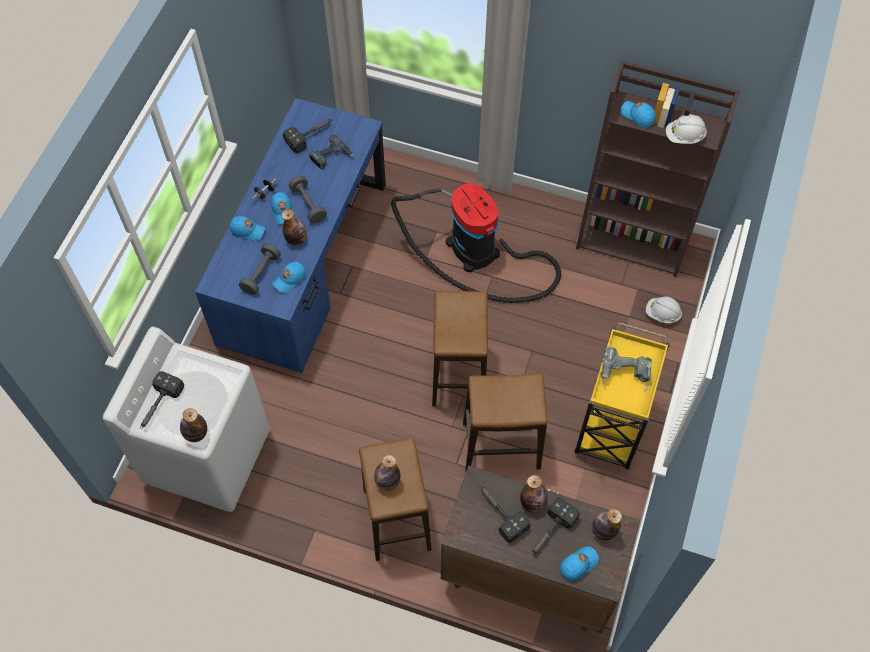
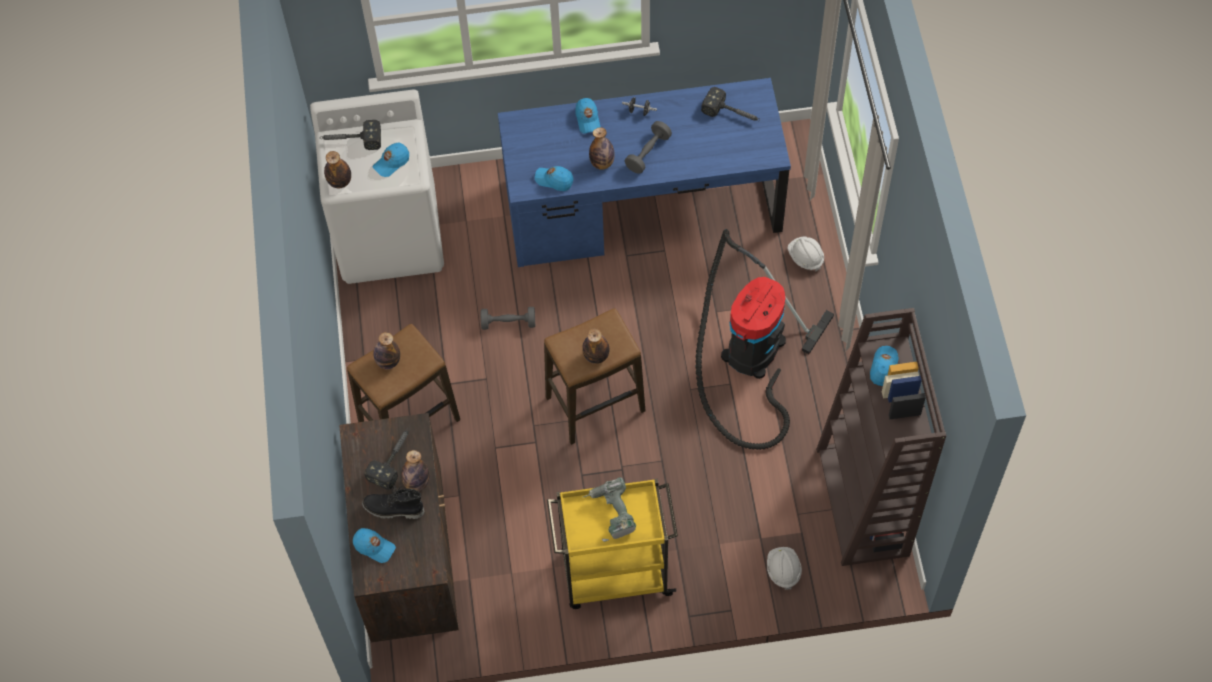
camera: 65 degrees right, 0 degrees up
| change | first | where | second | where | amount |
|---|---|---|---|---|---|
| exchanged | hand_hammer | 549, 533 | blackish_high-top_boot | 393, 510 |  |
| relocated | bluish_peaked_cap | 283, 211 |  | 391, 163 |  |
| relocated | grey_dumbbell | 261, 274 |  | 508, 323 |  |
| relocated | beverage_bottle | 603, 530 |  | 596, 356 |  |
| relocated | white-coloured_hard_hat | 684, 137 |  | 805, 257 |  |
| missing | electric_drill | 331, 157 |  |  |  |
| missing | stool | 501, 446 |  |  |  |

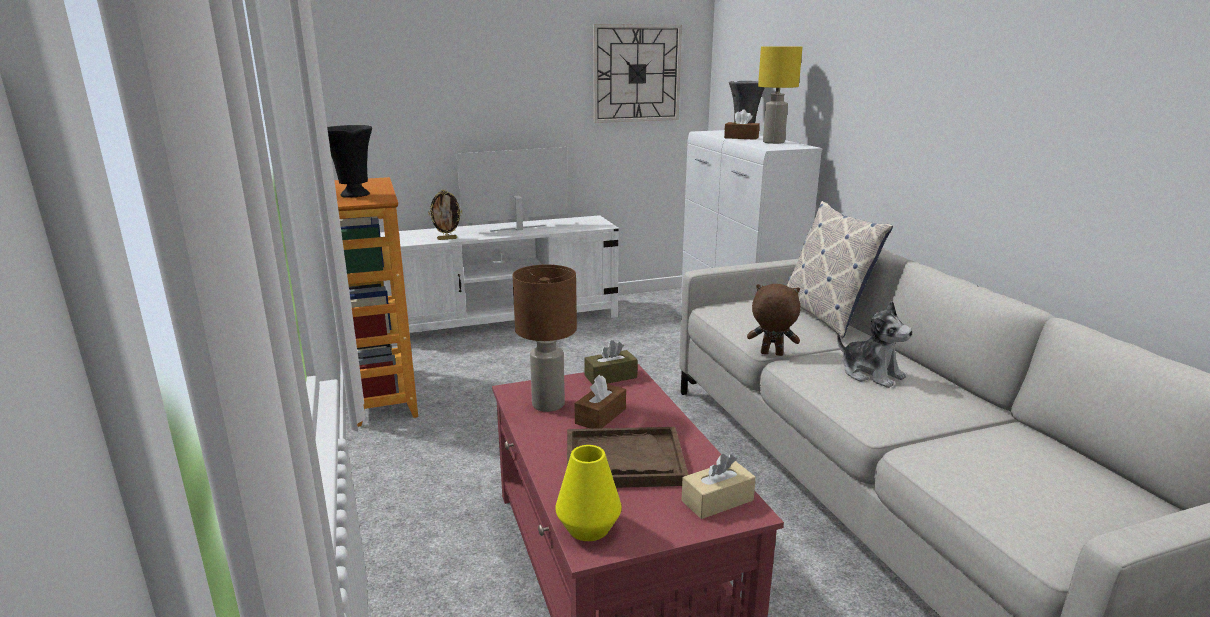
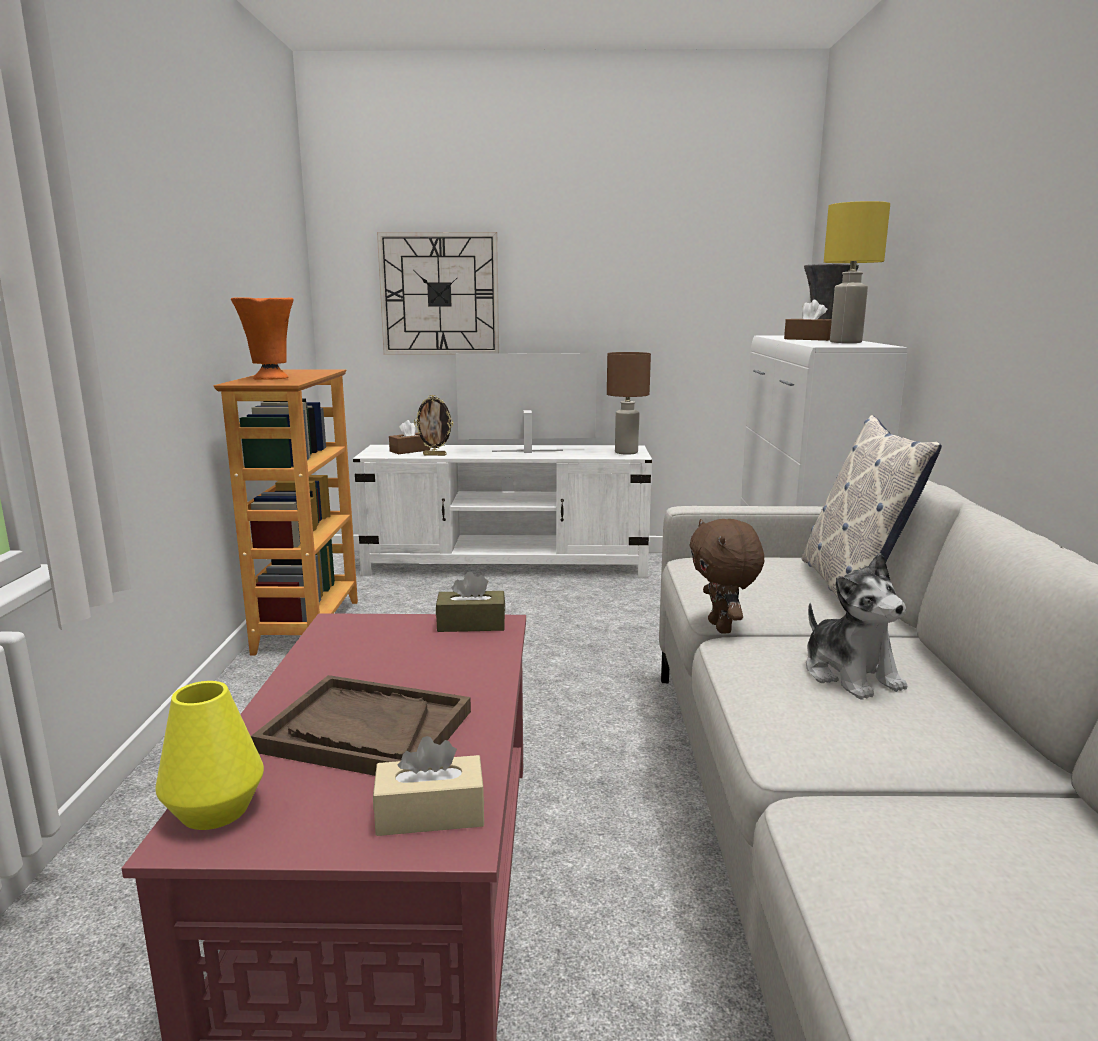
camera: 20 degrees right, 5 degrees down
| change | first | where | second | where | amount |
|---|---|---|---|---|---|
| colour | blackish_decorative_vase | 354, 195 | orangey_decorative_vase | 269, 379 |  |
| relocated | wall_clock | 636, 73 |  | 439, 294 |  |
| relocated | brownish_tissue_box | 600, 416 |  | 410, 451 |  |
| relocated | brownish_tabletop_lamp | 548, 404 |  | 626, 452 |  |
| spun | brownish_plush_toy | 771, 354 |  | 722, 627 | 135 degrees counterclockwise |

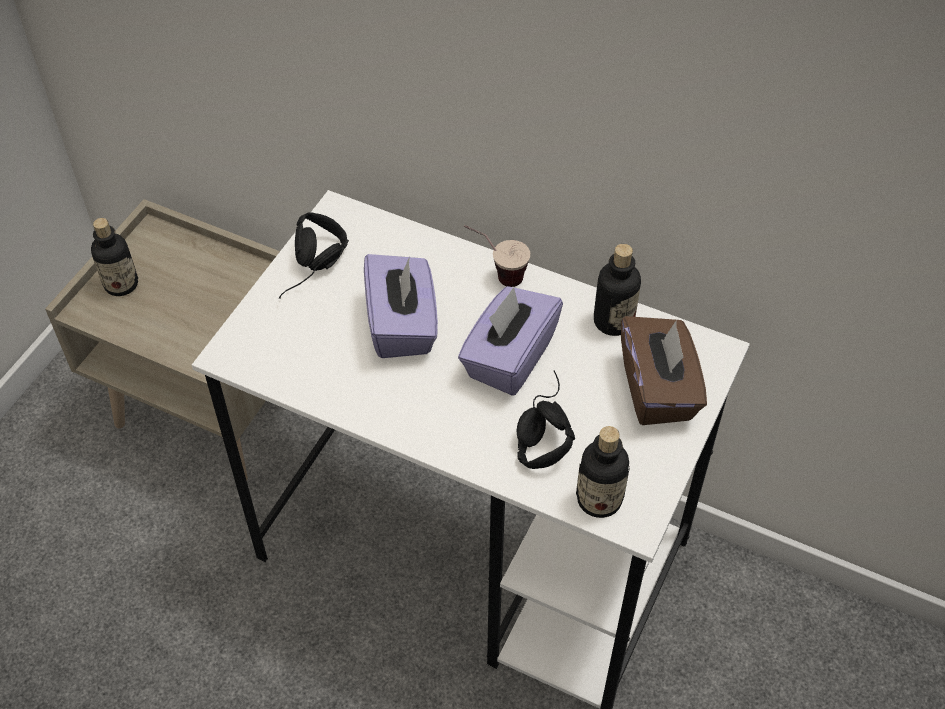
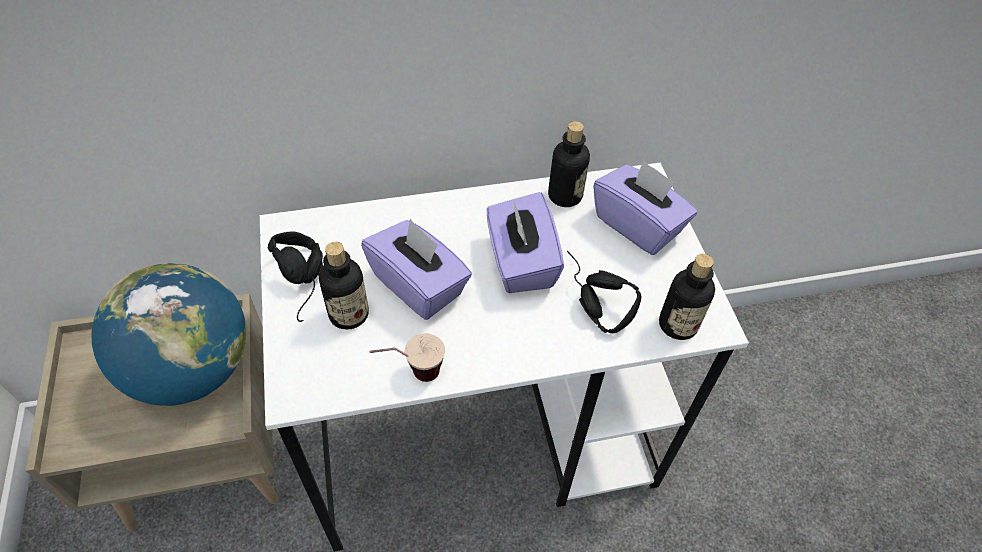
camera: 40 degrees left, 0 degrees up
| change | first | where | second | where | amount |
|---|---|---|---|---|---|
| appeared |  |  | globe | 192, 370 |  |
| relocated | beverage_bottle | 121, 284 |  | 349, 314 |  |
| relocated | cup | 496, 274 |  | 411, 375 |  |
| colour | brownish_tissue_box | 658, 390 | purple_tissue_box | 638, 225 |  |

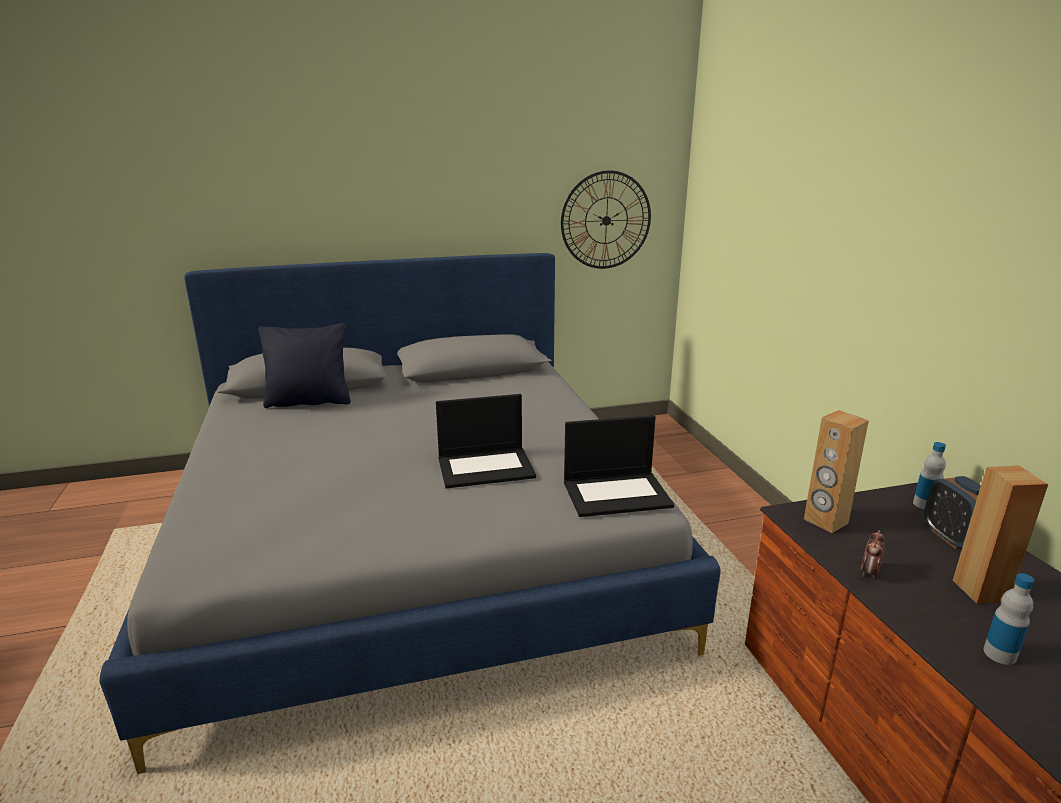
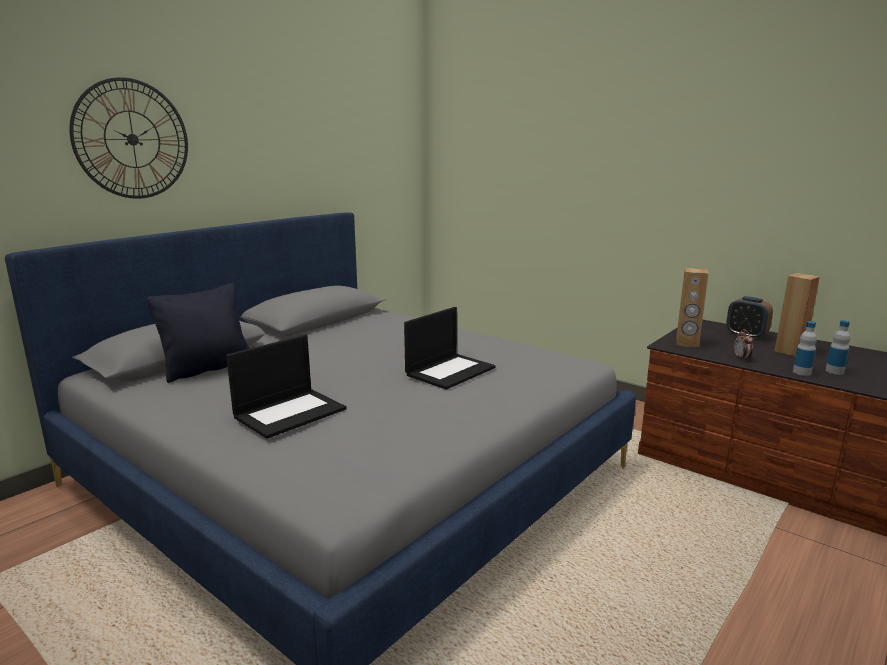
camera: 35 degrees left, 5 degrees down
| change | first | where | second | where | amount |
|---|---|---|---|---|---|
| relocated | wall_clock | 606, 220 |  | 132, 139 |  |
| relocated | laptop | 617, 493 |  | 290, 412 |  |
| relocated | beverage_bottle | 924, 504 |  | 801, 372 |  |

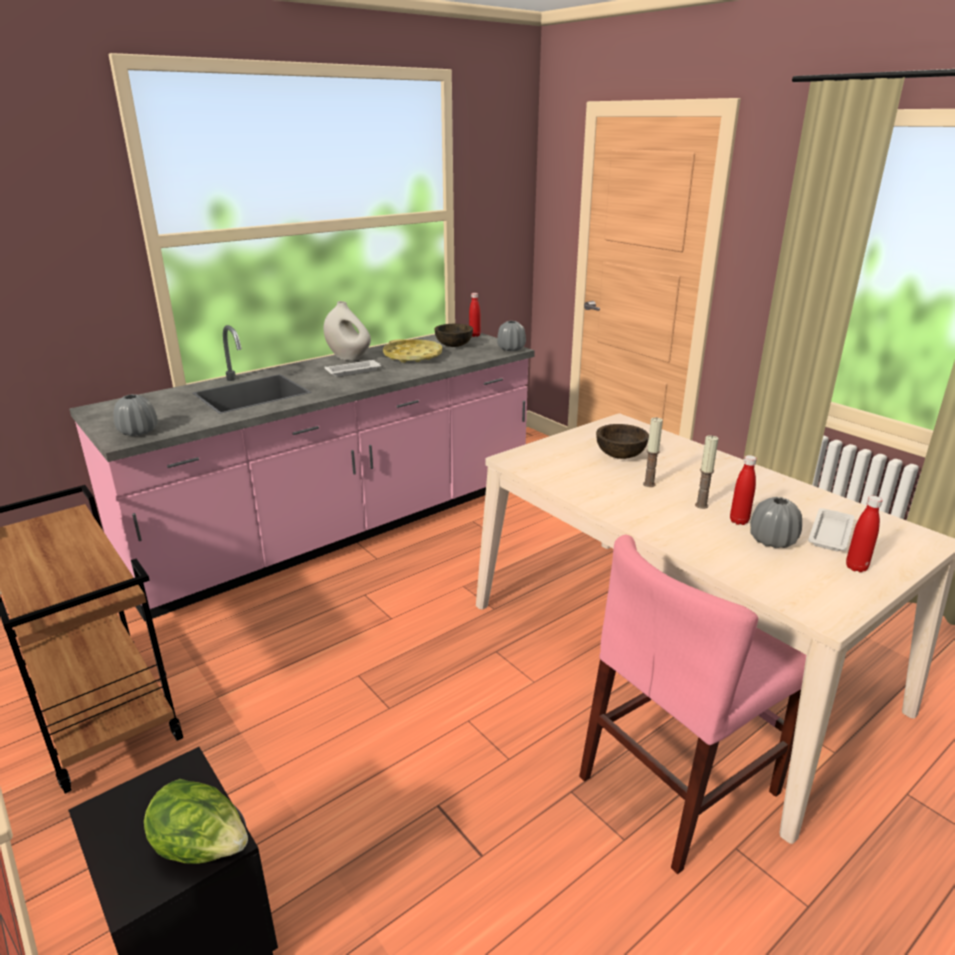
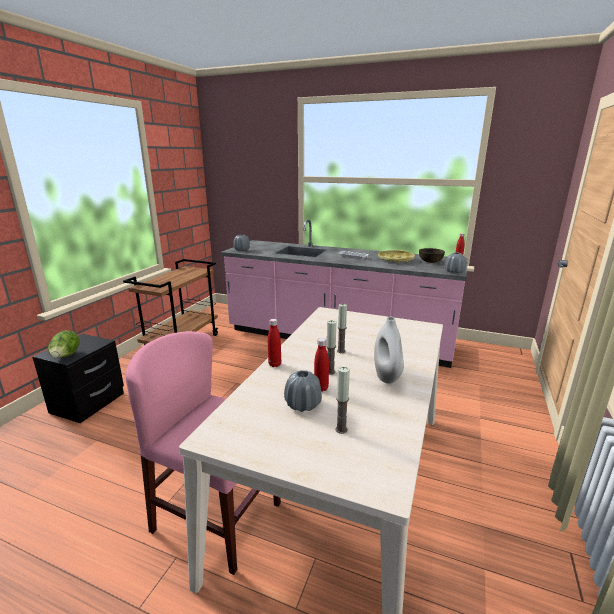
camera: 60 degrees right, 5 degrees down
| change | first | where | second | where | amount |
|---|---|---|---|---|---|
| relocated | red_beverage_bottle | 856, 567 |  | 274, 364 |  |
| exchanged | white-coloured_serving_tray | 830, 533 | candle | 341, 429 |  |
| relocated | white-coloured_decorative_vase | 348, 358 |  | 387, 376 |  |
| missing | brownish_deep_dish | 620, 455 |  |  |  |

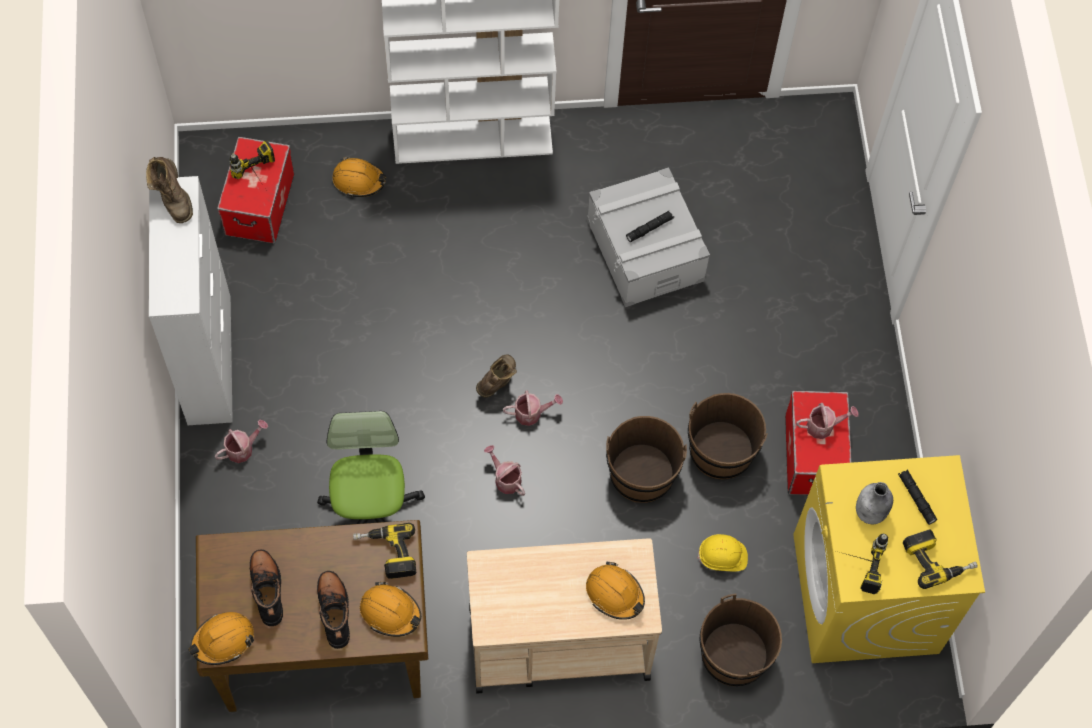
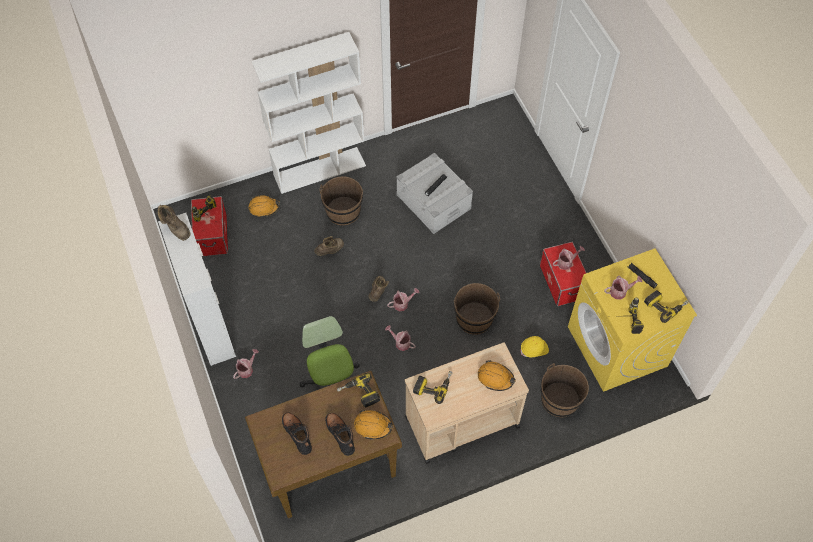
camera: 15 degrees left, 5 degrees down
| change | first | where | second | where | amount |
|---|---|---|---|---|---|
| appeared |  |  | brownish_high-top_boot | 330, 251 |  |
| relocated | brownish_pail | 721, 450 |  | 343, 211 |  |
| appeared |  |  | electric_drill | 433, 385 |  |
| exchanged | grey_beverage_bottle | 870, 513 | sprinkling_can | 620, 291 |  |
| missing | orangey_hard_hat | 223, 640 |  |  |  |

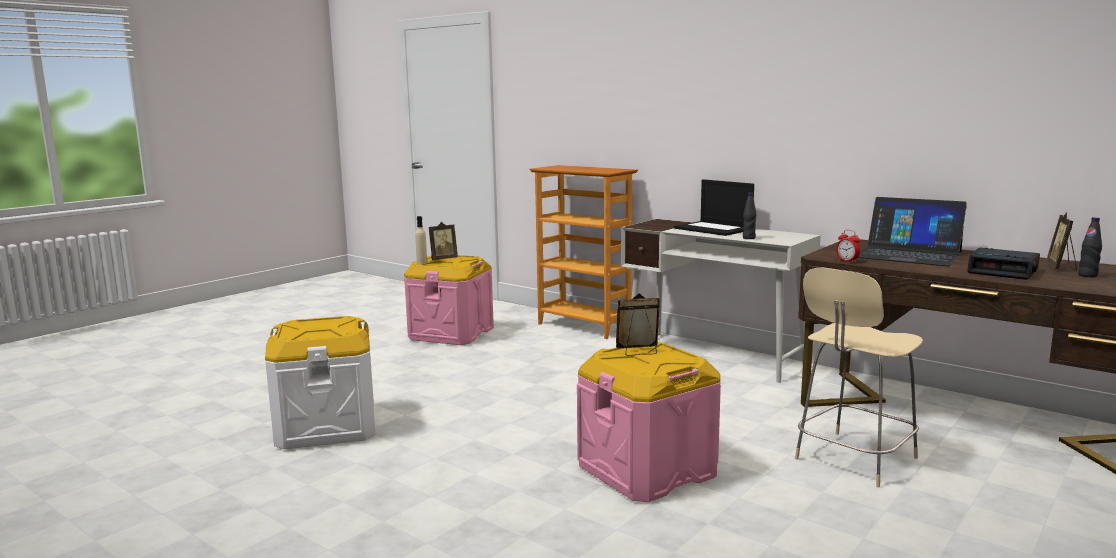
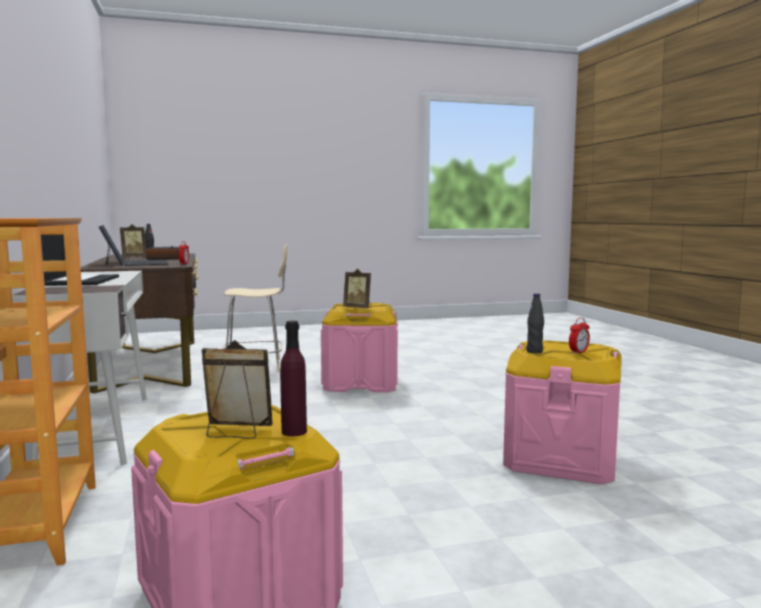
camera: 145 degrees left, 5 degrees down
| change | first | where | second | where | amount |
|---|---|---|---|---|---|
| colour | beige_beverage_bottle | 422, 262 | purple_beverage_bottle | 294, 431 |  |
| colour | white-coloured_storage_box | 327, 427 | pinkish_storage_box | 561, 459 |  |
| relocated | blackish_beverage_bottle | 749, 238 |  | 534, 351 |  |
| appeared |  |  | bedside_clock | 578, 352 |  |

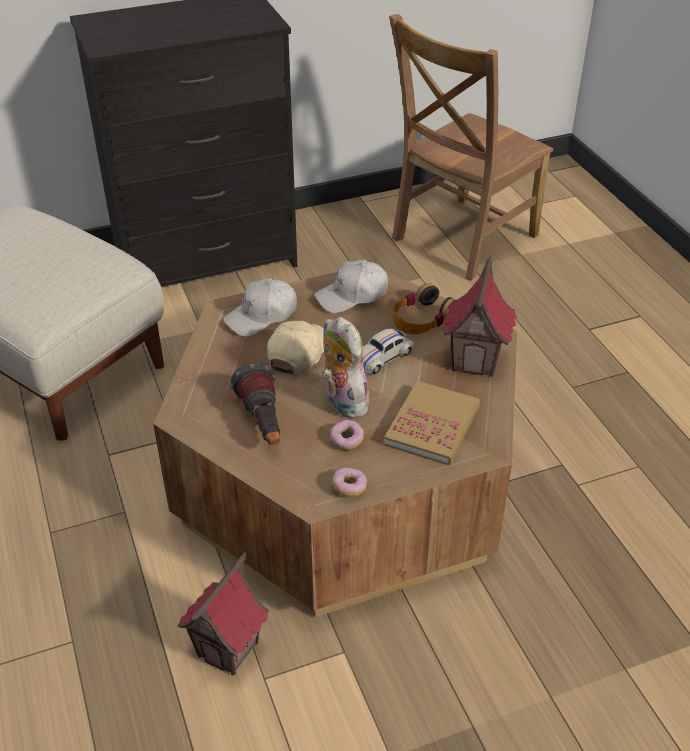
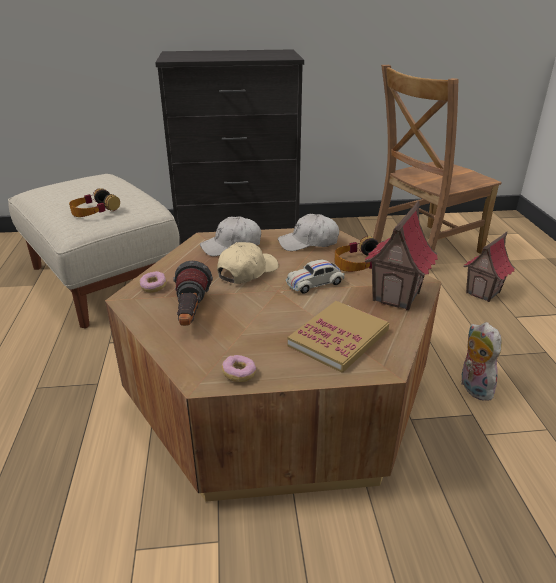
camera: 15 degrees right, 10 degrees down
| change | first | where | second | where | amount |
|---|---|---|---|---|---|
| appeared |  |  | headset | 94, 210 |  |
| relocated | doughnut | 346, 440 |  | 153, 287 |  |
| relocated | plush_toy | 342, 402 |  | 472, 387 |  |
| relocated | toy_house | 229, 649 |  | 483, 293 |  |

